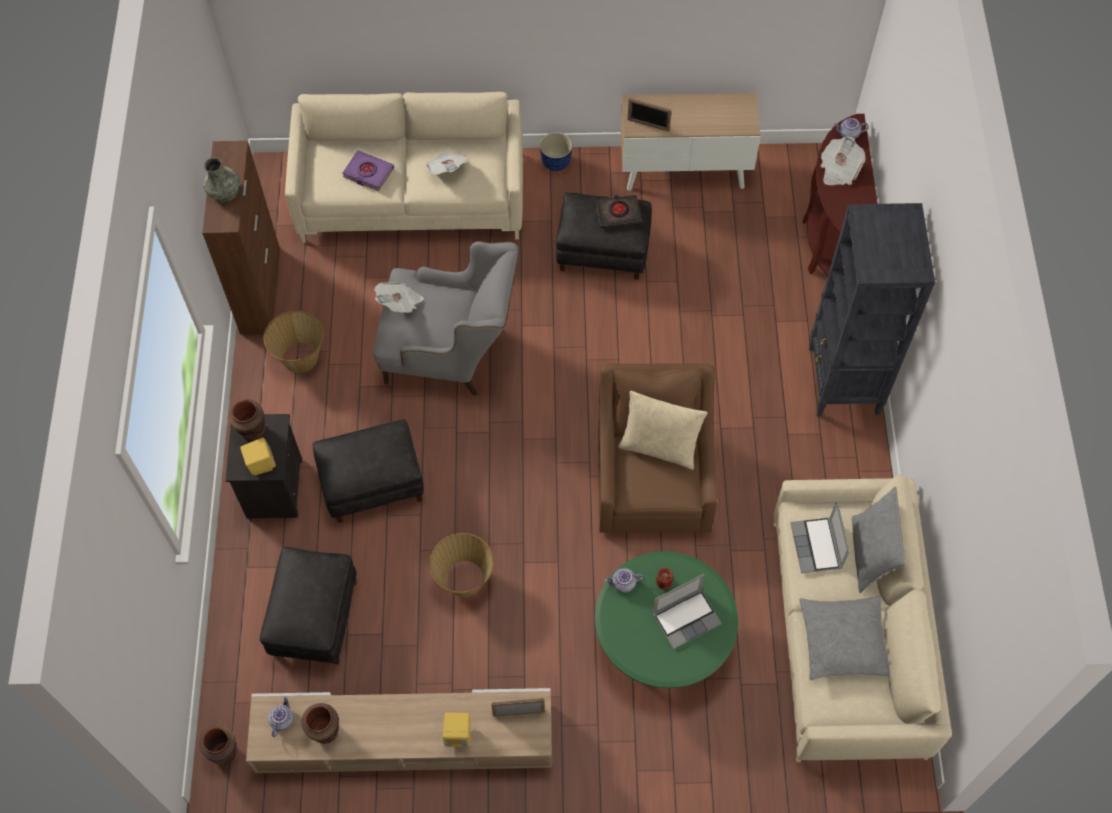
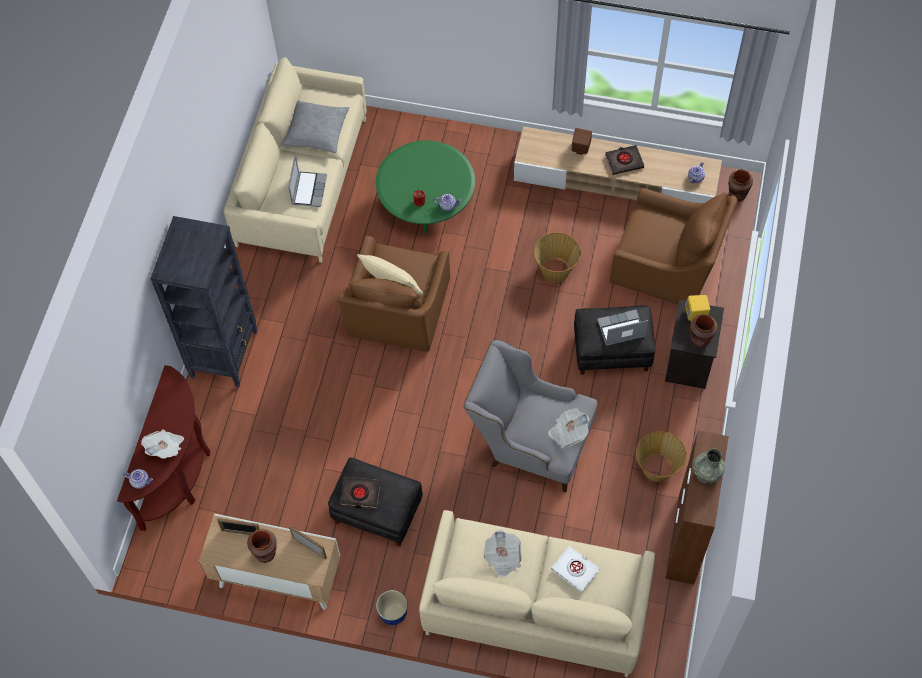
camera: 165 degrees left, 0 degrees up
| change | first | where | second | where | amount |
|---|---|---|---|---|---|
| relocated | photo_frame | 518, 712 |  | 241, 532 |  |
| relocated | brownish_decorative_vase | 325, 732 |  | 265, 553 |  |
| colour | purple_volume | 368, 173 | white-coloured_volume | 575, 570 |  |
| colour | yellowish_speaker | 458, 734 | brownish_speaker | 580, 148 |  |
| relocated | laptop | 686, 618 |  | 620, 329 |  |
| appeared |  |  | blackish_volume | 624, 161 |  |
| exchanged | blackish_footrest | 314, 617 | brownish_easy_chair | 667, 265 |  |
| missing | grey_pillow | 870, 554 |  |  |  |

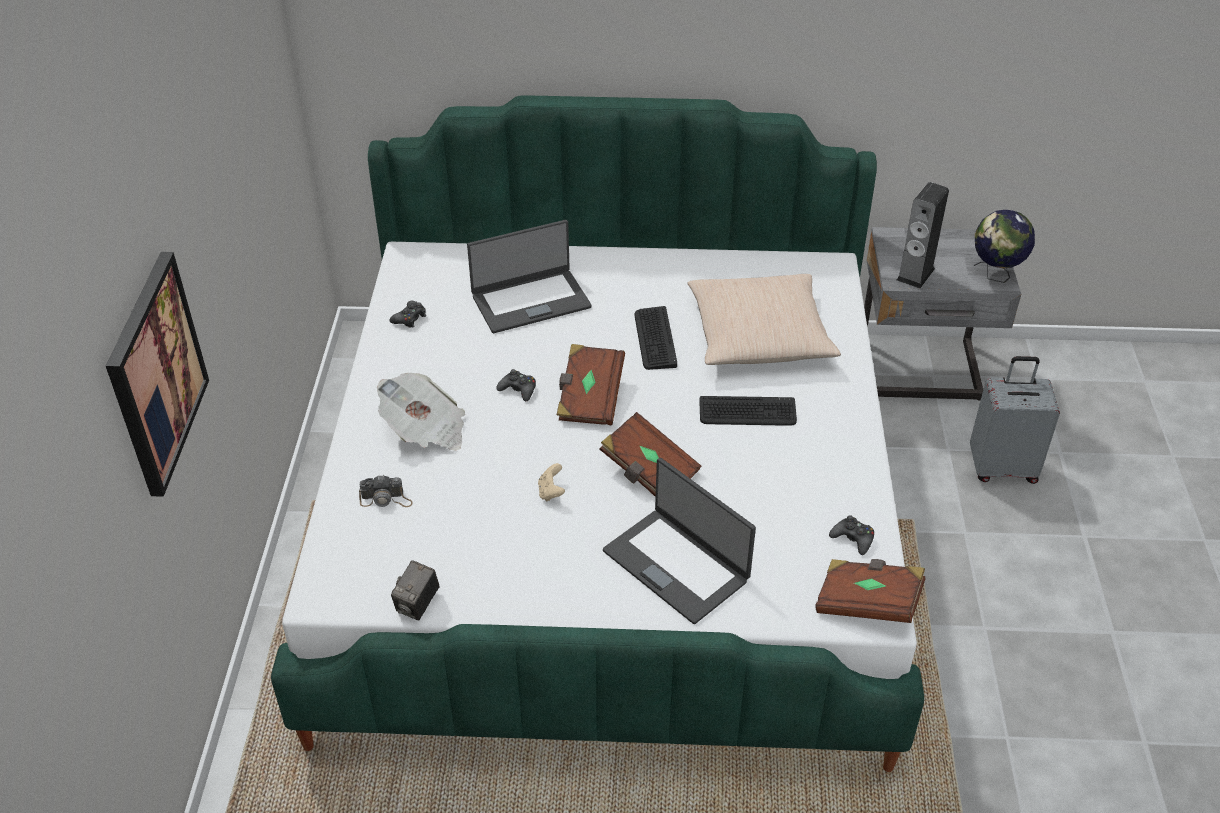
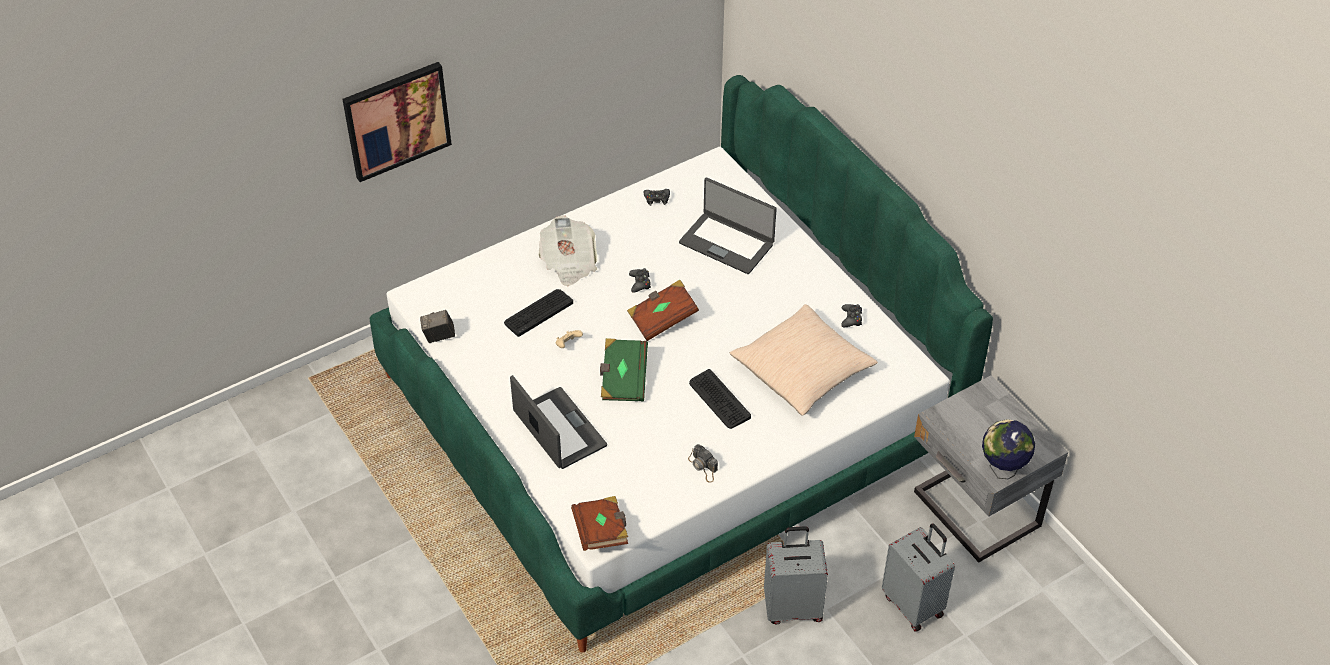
camera: 55 degrees right, 5 degrees up
| change | first | where | second | where | amount |
|---|---|---|---|---|---|
| relocated | PC_keyboard | 655, 339 |  | 538, 312 |  |
| spun | laptop | 677, 565 |  | 558, 430 | 135 degrees clockwise |
| colour | brownish_volume | 649, 472 | green-coloured_volume | 623, 379 |  |
| relocated | photo_camera | 386, 499 |  | 703, 467 |  |
| appeared |  |  | grey_suitcase | 793, 607 |  |
| relocated | blackish_gamepad | 853, 539 |  | 851, 318 |  |
| missing | speaker | 915, 274 |  |  |  |

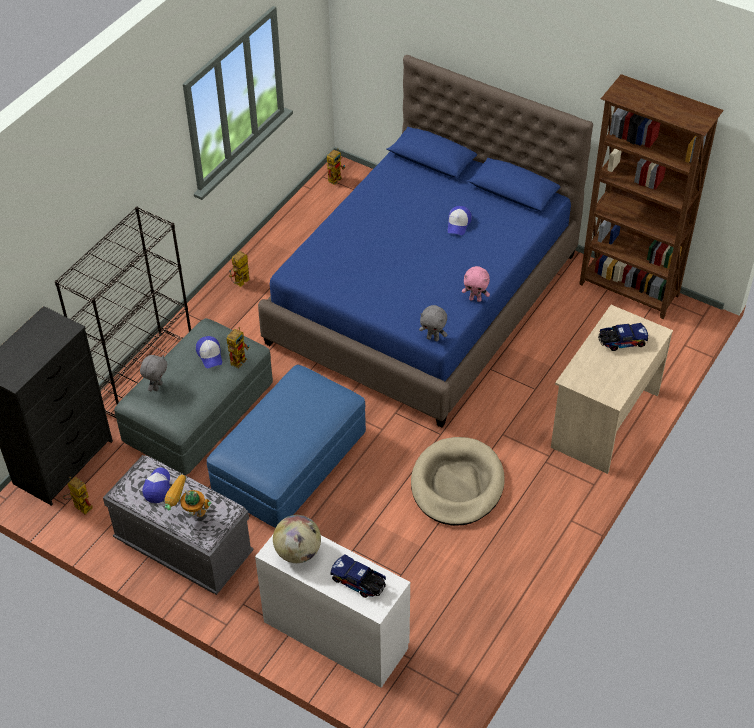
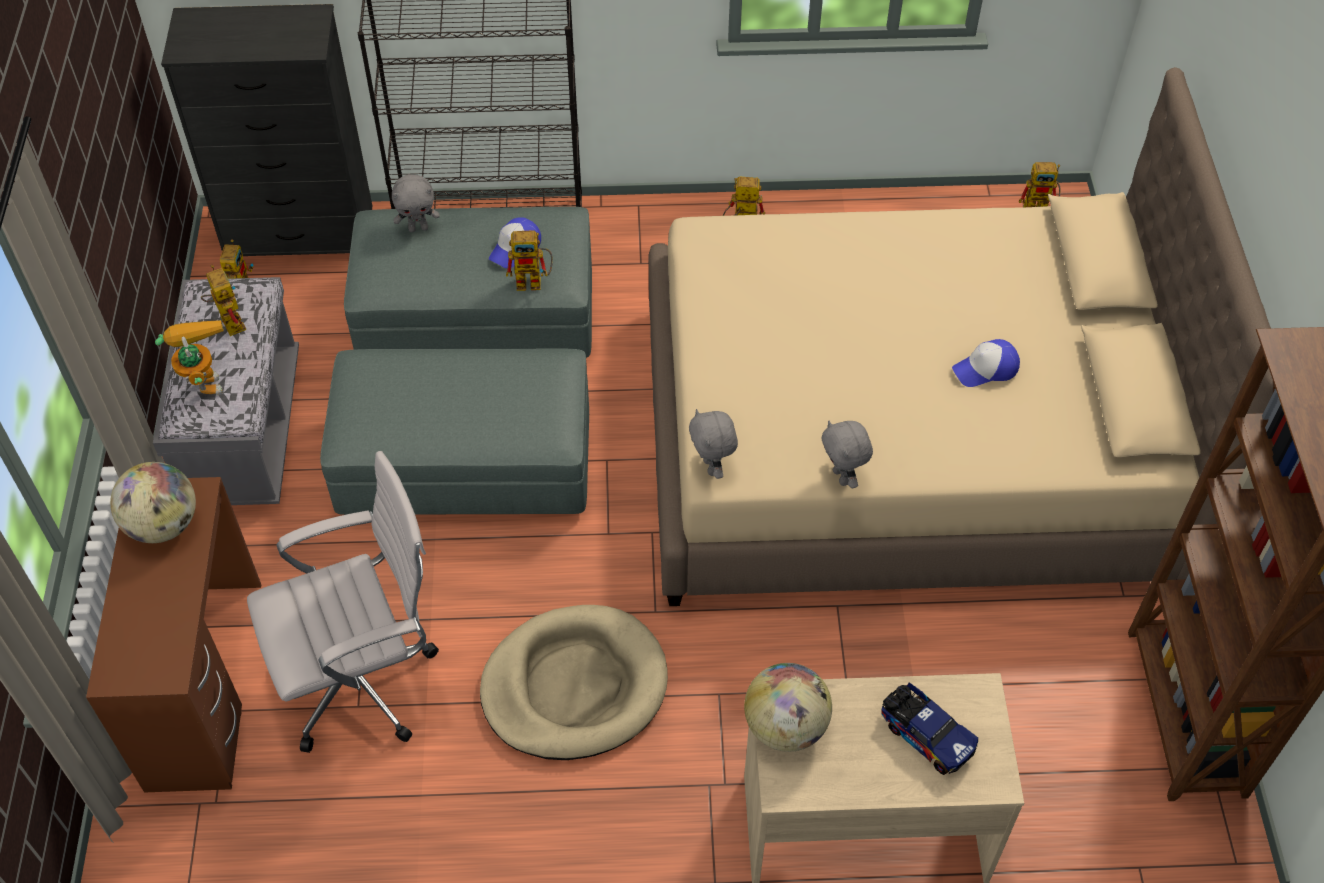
camera: 55 degrees right, 5 degrees up
| change | first | where | second | where | amount |
|---|---|---|---|---|---|
| colour | white-coloured_desk_unit | 335, 634 | brownish_desk_unit | 204, 683 |  |
| exchanged | peaked_cap | 157, 487 | model_robot | 228, 321 |  |
| appeared |  |  | white-coloured_computer_chair | 365, 680 |  |
| colour | bluish_footrest | 290, 463 | grey_footrest | 465, 462 |  |
| colour | bluish_bedroom_bed | 424, 298 | beige_bedroom_bed | 903, 443 |  |
| appeared |  |  | globe | 785, 726 |  |
| colour | pinkish_plush_toy | 475, 299 | grey_plush_toy | 842, 477 |  |
| missing | toy_lorry | 359, 582 |  |  |  |

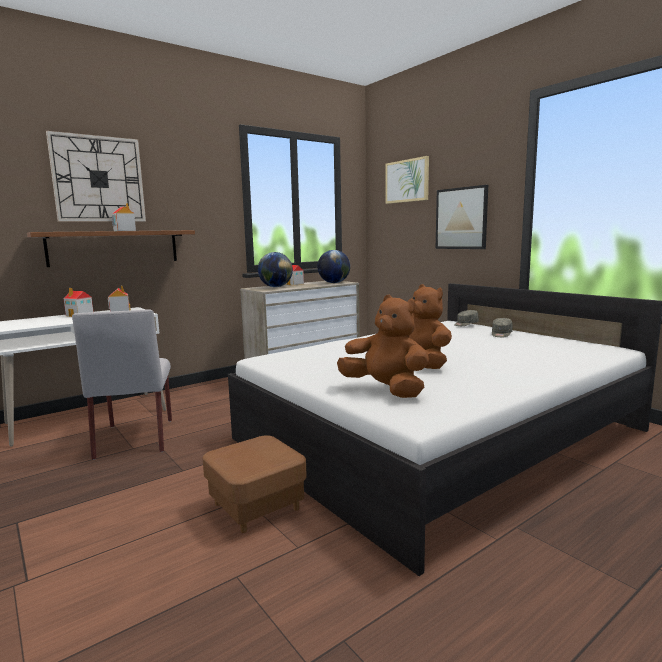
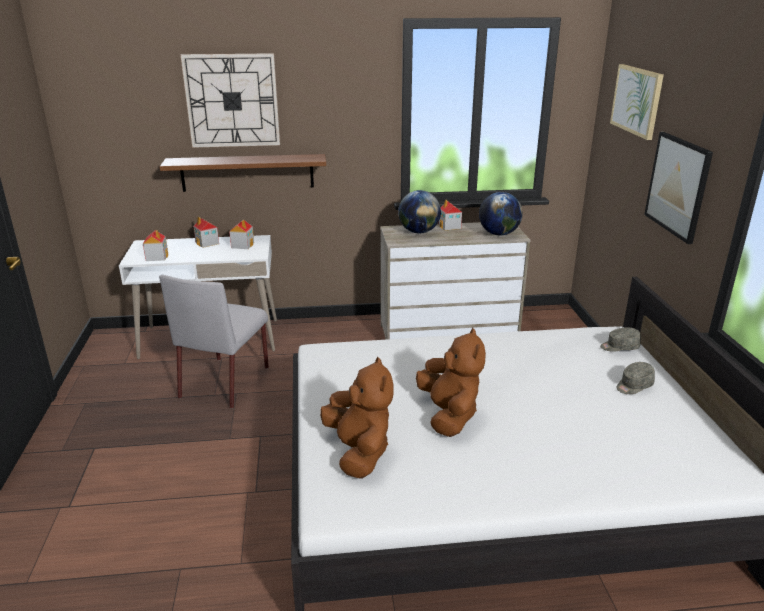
camera: 30 degrees right, 15 degrees up
| change | first | where | second | where | amount |
|---|---|---|---|---|---|
| relocated | toy_house | 124, 231 |  | 157, 257 |  |
| missing | brownish_footrest | 256, 507 |  |  |  |

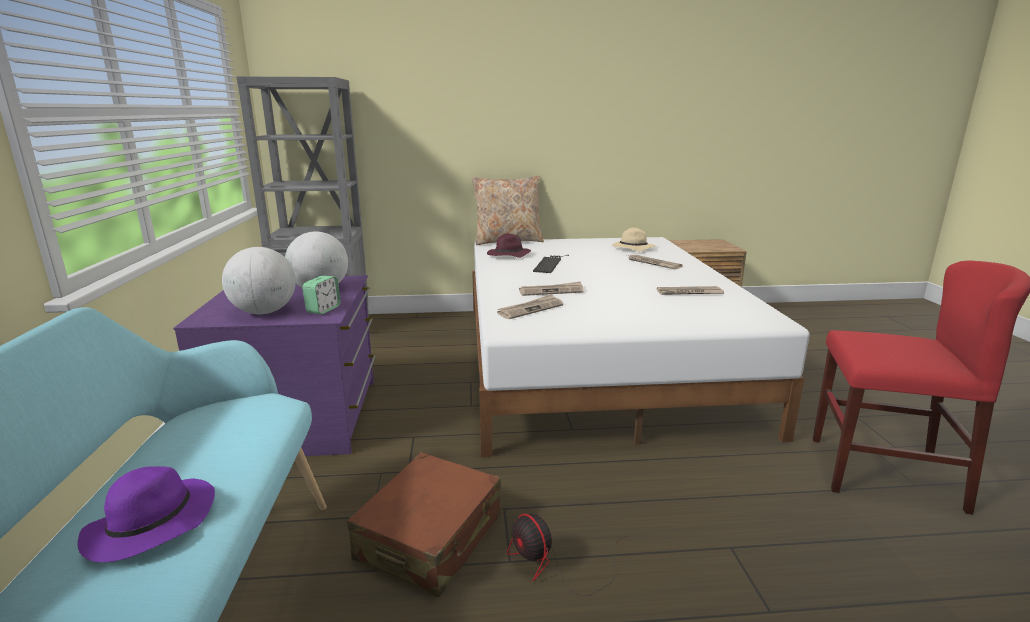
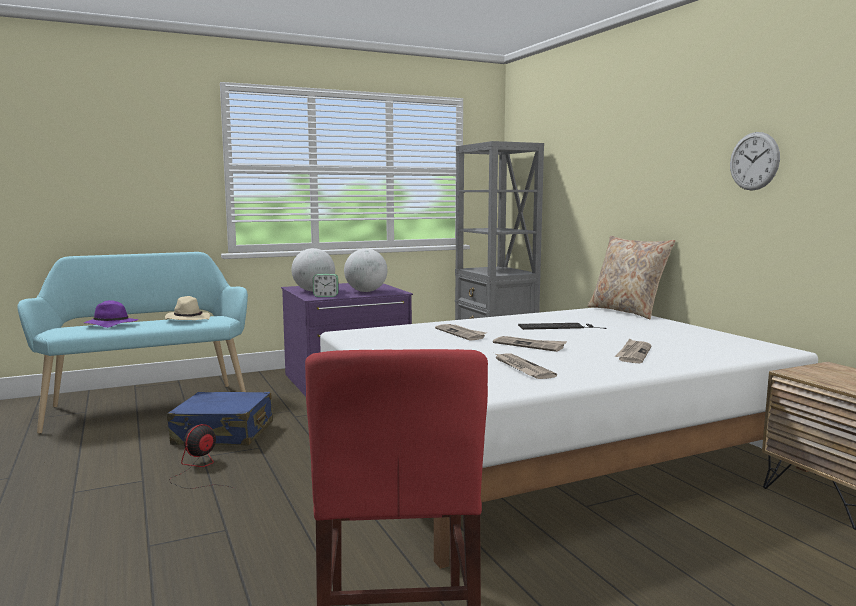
camera: 70 degrees right, 10 degrees down
| change | first | where | second | where | amount |
|---|---|---|---|---|---|
| relocated | beige_hat | 632, 248 |  | 187, 319 |  |
| colour | brownish_suitcase | 431, 537 | bluish_suitcase | 223, 434 |  |
| relocated | printed_paper | 530, 309 |  | 529, 345 |  |
| appeared |  |  | wall_clock | 754, 161 |  |
| missing | purple_hat | 508, 255 |  |  |  |

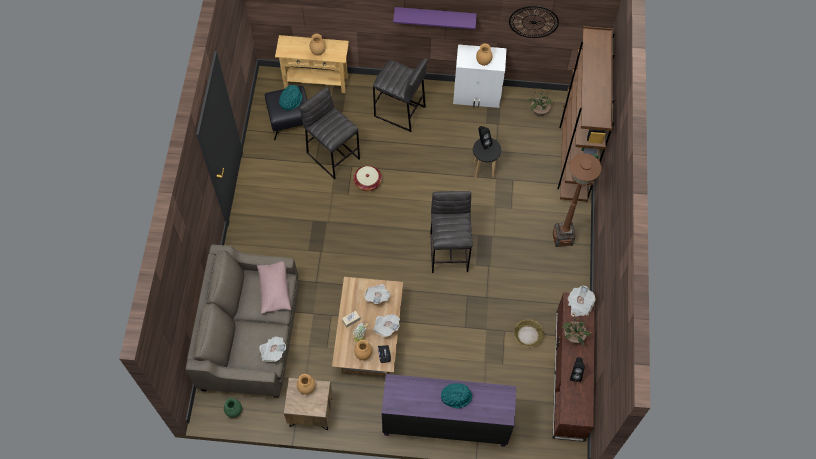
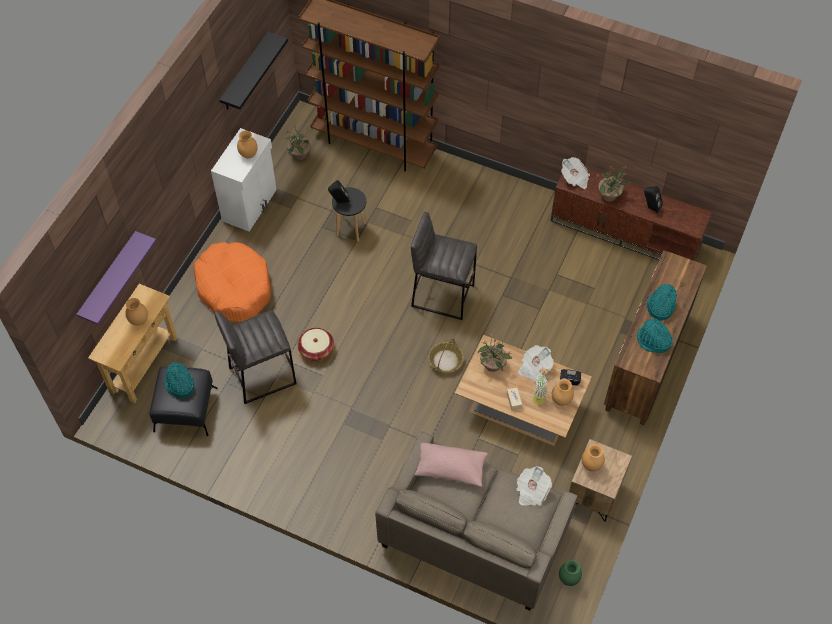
camera: 70 degrees left, 5 degrees down
| change | first | where | second | where | amount |
|---|---|---|---|---|---|
| relocated | purple_wall_shelf | 435, 16 |  | 109, 278 |  |
| exchanged | grey_stool | 400, 112 | orangey_dog_cushion | 234, 287 |  |
| exchanged | wall_clock | 533, 22 | blackish_wall_shelf | 245, 73 |  |
| relocated | household_basket | 527, 335 |  | 445, 361 |  |
| exchanged | printed_paper | 377, 296 | houseplant | 493, 365 |  |
| colour | purple_chest_of_drawers | 445, 423 | brownish_chest_of_drawers | 646, 362 |  |
| appeared |  |  | turquoise-coloured_hat | 653, 341 |  |
| missing | brownish_standing_lamp | 562, 238 |  |  |  |

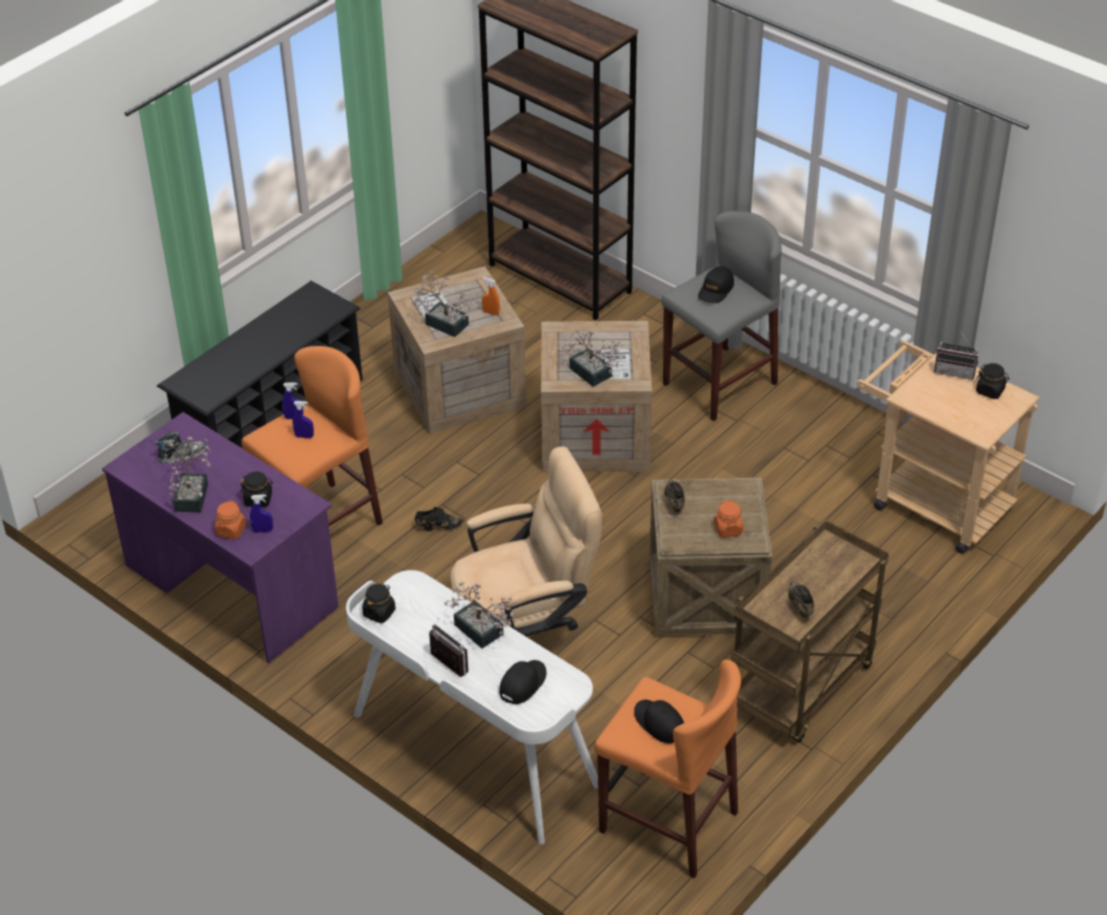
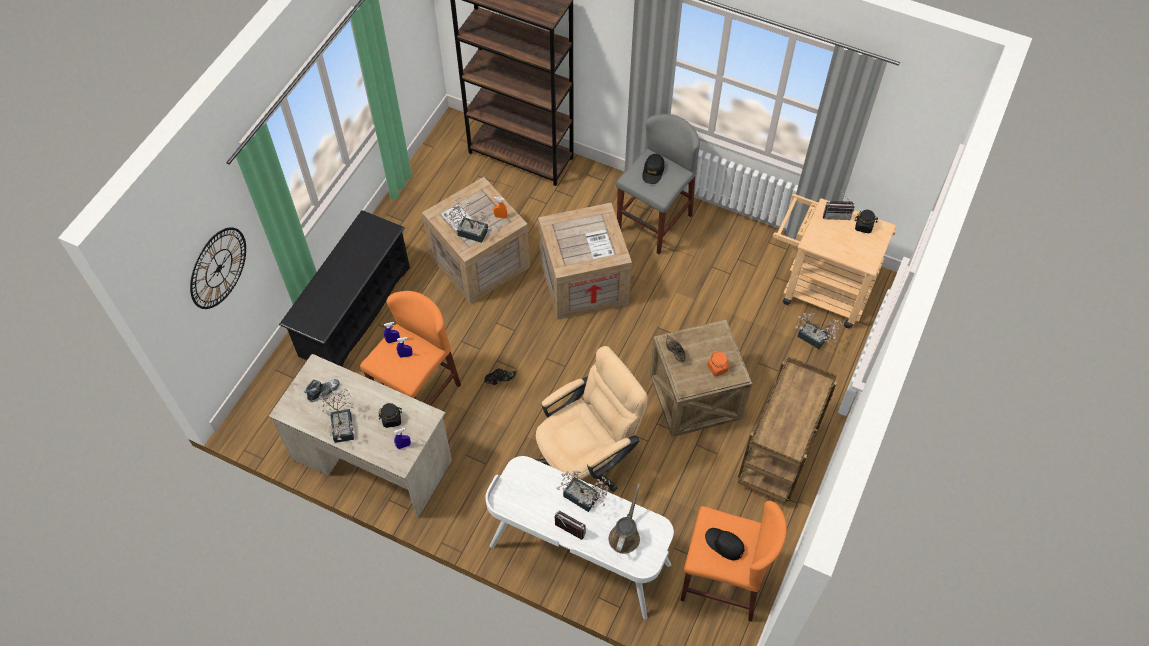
camera: 15 degrees left, 15 degrees up
| change | first | where | second | where | amount |
|---|---|---|---|---|---|
| appeared |  |  | wall_clock | 218, 268 |  |
| colour | purple_desk_unit | 231, 586 | beige_desk_unit | 371, 459 |  |
| exchanged | blackish_peaked_cap | 523, 684 | brownish_sprinkling_can | 625, 535 |  |
| relocated | houseplant | 593, 375 |  | 815, 339 |  |
| missing | orangey_preserve_jar | 231, 530 |  |  |  |
| missing | blackish_preserve_jar | 379, 612 |  |  |  |
| missing | brownish_shoe | 800, 606 |  |  |  |

